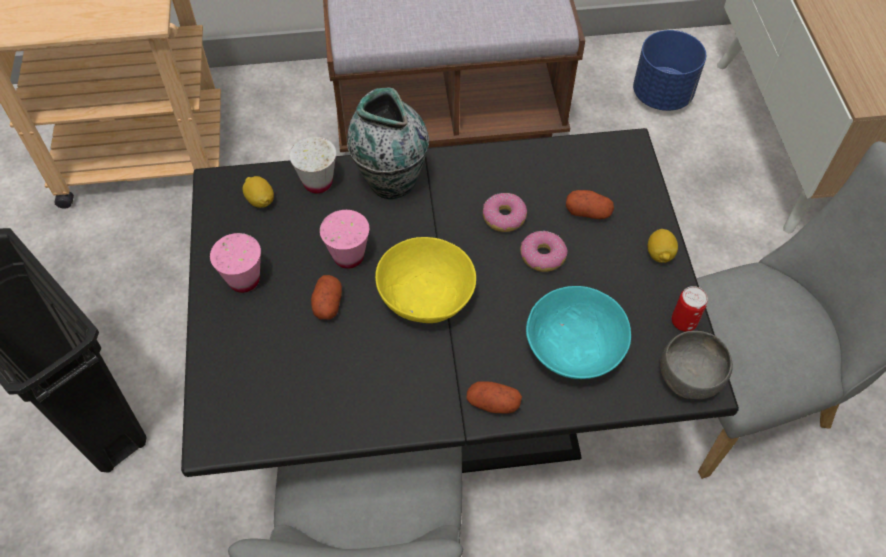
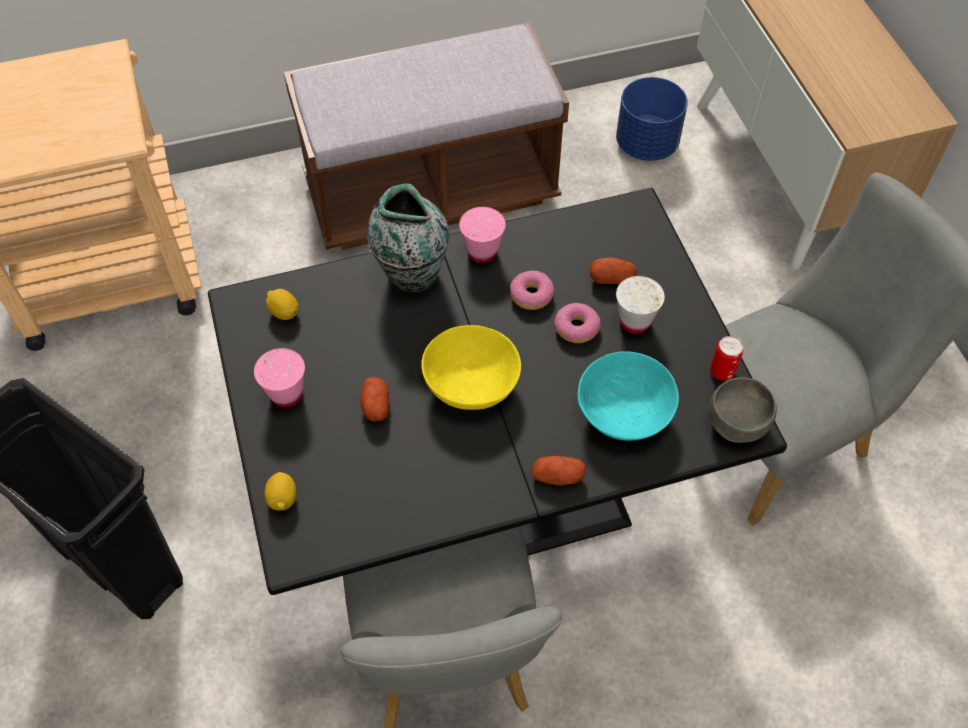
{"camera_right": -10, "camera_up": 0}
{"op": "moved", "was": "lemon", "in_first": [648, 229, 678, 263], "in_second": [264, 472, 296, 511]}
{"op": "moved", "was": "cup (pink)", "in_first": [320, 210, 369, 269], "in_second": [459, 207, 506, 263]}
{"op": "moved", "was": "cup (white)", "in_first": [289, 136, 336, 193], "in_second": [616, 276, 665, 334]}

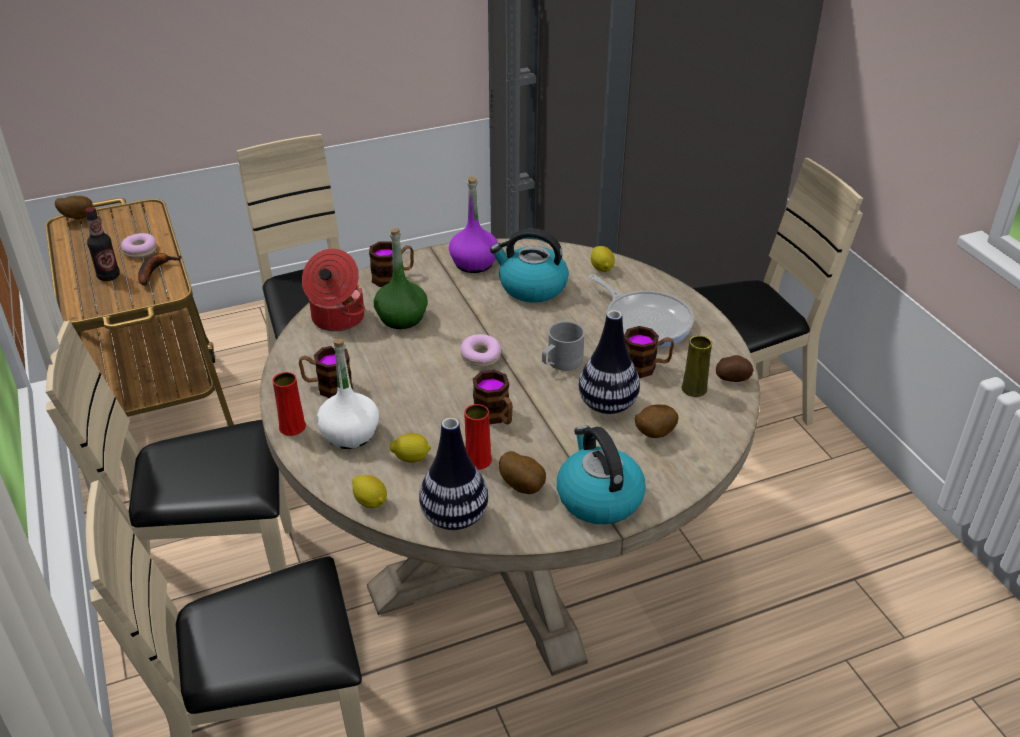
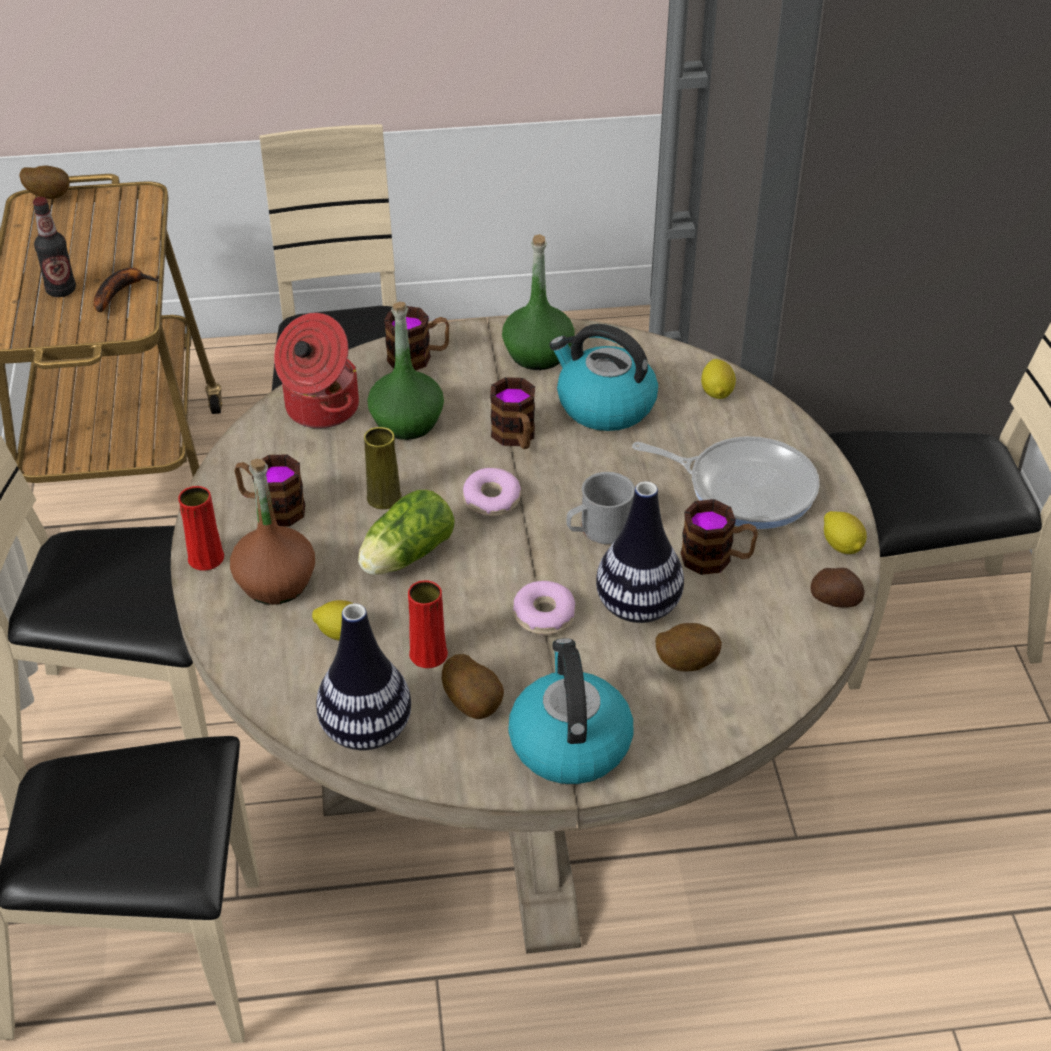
{"camera_right": 15, "camera_up": 5}
{"op": "recoloured", "was": "bottle (white)", "now": "bottle (brown)", "in_first": [317, 339, 379, 449], "in_second": [230, 459, 315, 605]}
{"op": "added", "now": "lettuce", "in_second": [358, 490, 455, 575]}
{"op": "moved", "was": "vase (yellow)", "in_first": [682, 335, 712, 397], "in_second": [364, 427, 401, 509]}
{"op": "moved", "was": "mug", "in_first": [473, 370, 513, 425], "in_second": [490, 377, 535, 449]}
{"op": "recoloured", "was": "bottle (purple)", "now": "bottle (green)", "in_first": [449, 176, 498, 273], "in_second": [502, 234, 575, 370]}
{"op": "moved", "was": "donut", "in_first": [121, 233, 157, 258], "in_second": [513, 581, 575, 635]}
{"op": "turned", "was": "frying pan", "in_first": [589, 274, 694, 348], "in_second": [632, 436, 820, 529], "clockwise": -45}
{"op": "moved", "was": "lemon", "in_first": [352, 475, 387, 508], "in_second": [824, 511, 867, 554]}

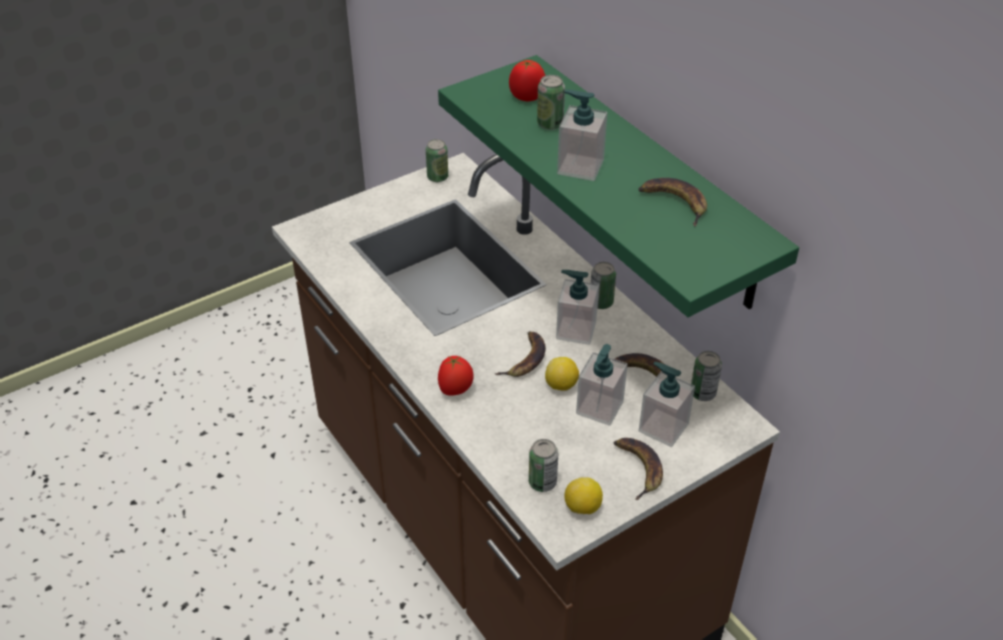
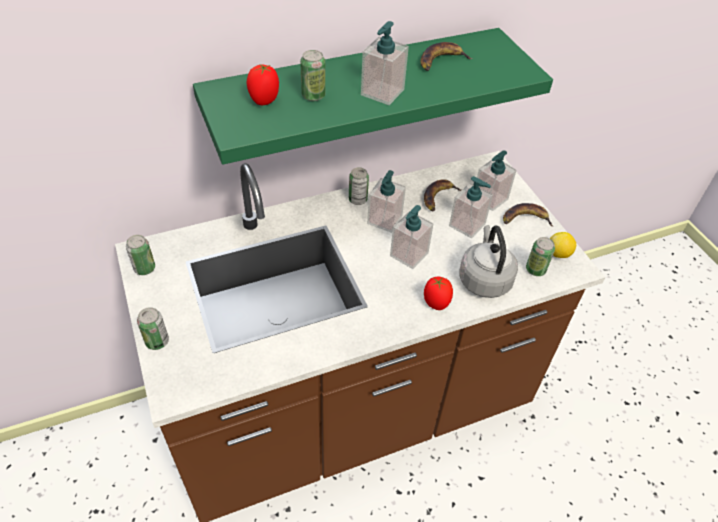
{"camera_right": -80, "camera_up": 5}
{"op": "moved", "was": "can", "in_first": [691, 351, 722, 401], "in_second": [137, 307, 169, 350]}
{"op": "replaced", "was": "banana", "now": "soap dispenser", "in_first": [495, 331, 546, 377], "in_second": [390, 205, 433, 269]}
{"op": "added", "now": "kettle (grey)", "in_second": [459, 225, 518, 298]}
{"op": "removed", "was": "lemon", "in_first": [545, 357, 579, 391]}

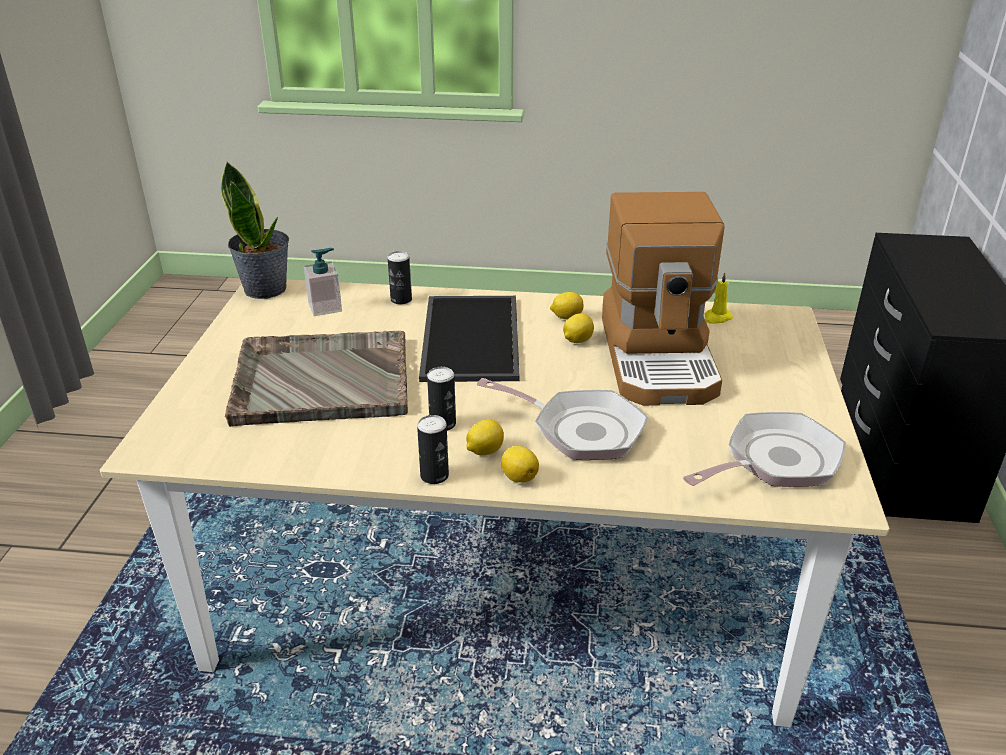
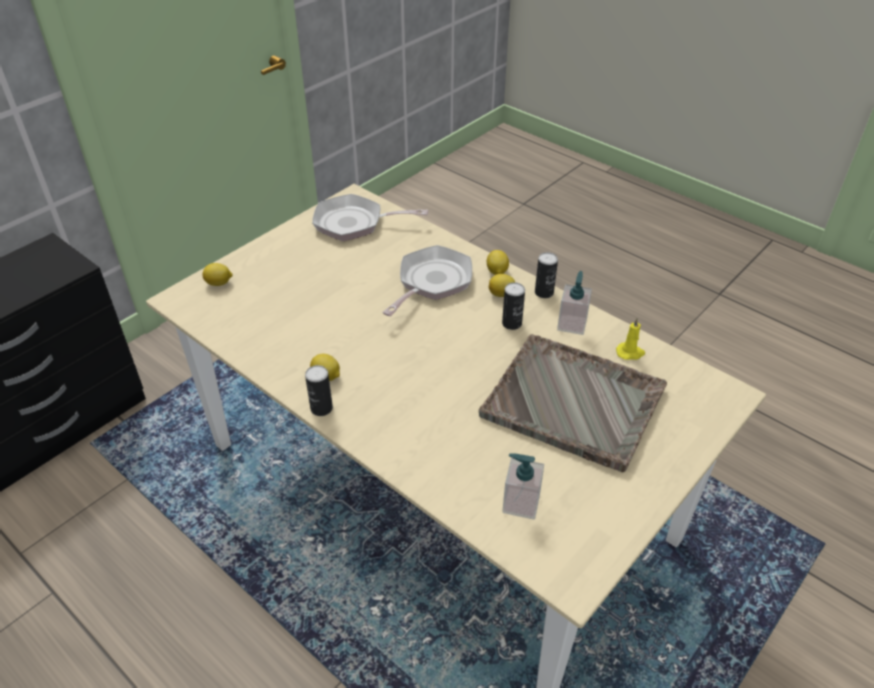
{"camera_right": -145, "camera_up": 10}
{"op": "moved", "was": "lemon", "in_first": [563, 313, 594, 343], "in_second": [203, 263, 233, 286]}
{"op": "moved", "was": "can", "in_first": [388, 251, 412, 304], "in_second": [305, 365, 333, 416]}
{"op": "turned", "was": "frying pan", "in_first": [477, 378, 648, 460], "in_second": [382, 245, 472, 316], "clockwise": 60}
{"op": "added", "now": "soap dispenser", "in_second": [557, 271, 592, 335]}
{"op": "moved", "was": "candle (yellow)", "in_first": [705, 272, 733, 324], "in_second": [616, 317, 645, 360]}
{"op": "removed", "was": "potted plant", "in_first": [221, 162, 289, 299]}
{"op": "removed", "was": "tray", "in_first": [419, 296, 519, 382]}
{"op": "removed", "was": "coffee machine", "in_first": [602, 192, 725, 406]}

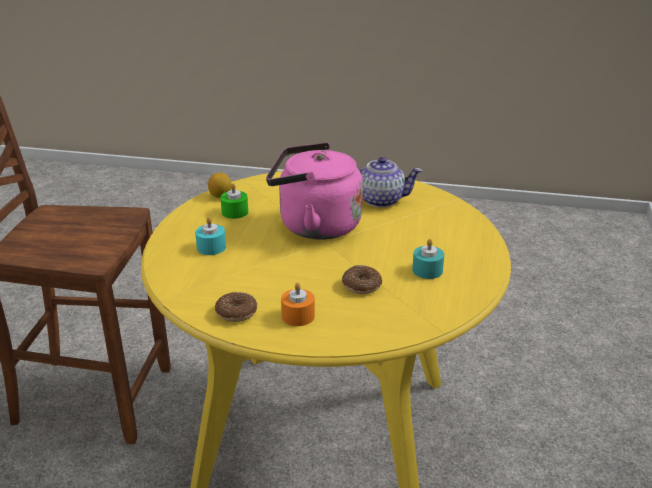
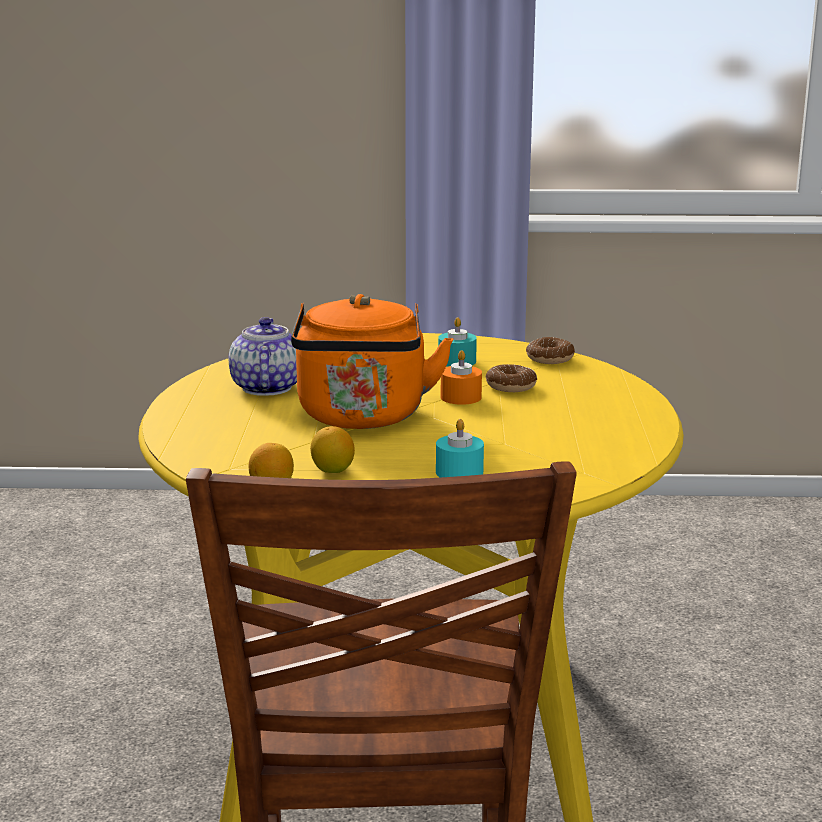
{"camera_right": -100, "camera_up": -10}
{"op": "recoloured", "was": "kettle (pink)", "now": "kettle (orange)", "in_first": [266, 142, 363, 240], "in_second": [291, 294, 453, 429]}
{"op": "replaced", "was": "candle (green)", "now": "lemon", "in_first": [221, 183, 248, 219], "in_second": [310, 426, 355, 473]}
{"op": "moved", "was": "candle (orange)", "in_first": [281, 282, 315, 326], "in_second": [441, 350, 482, 405]}
{"op": "moved", "was": "donut", "in_first": [215, 292, 257, 322], "in_second": [526, 337, 575, 364]}

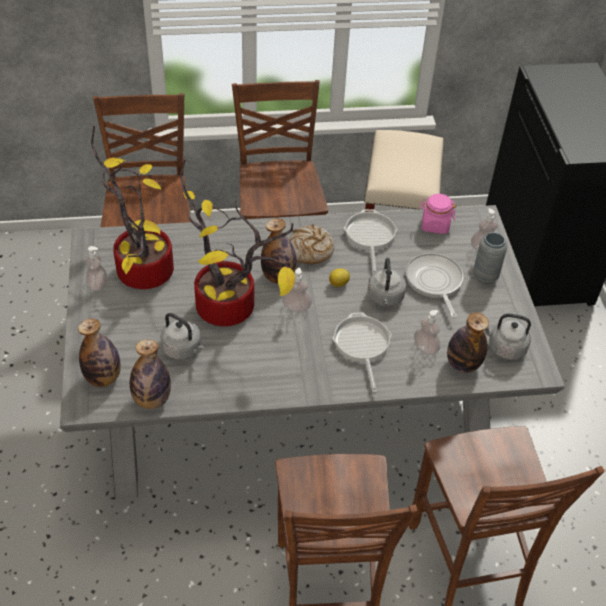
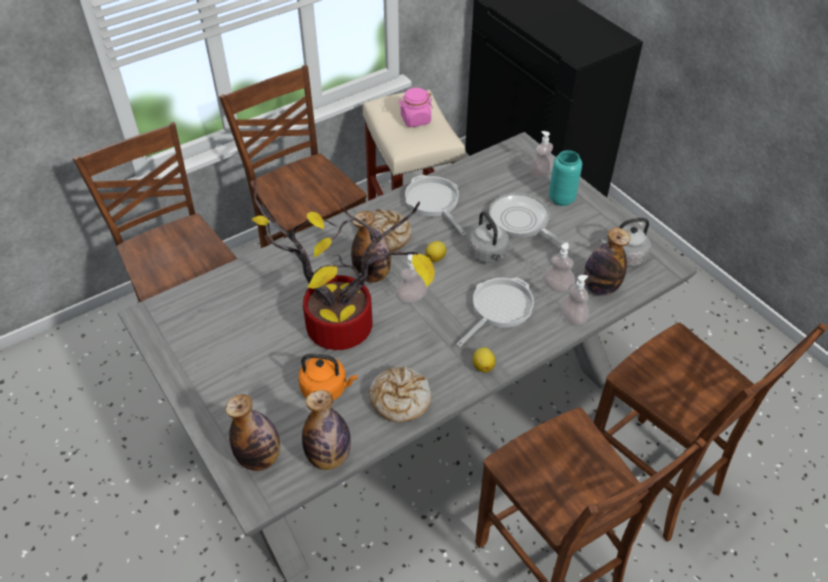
{"camera_right": -25, "camera_up": 0}
{"op": "recoloured", "was": "kettle (grey)", "now": "kettle (orange)", "in_first": [160, 313, 205, 360], "in_second": [298, 354, 357, 401]}
{"op": "added", "now": "bread", "in_second": [369, 365, 432, 422]}
{"op": "moved", "was": "jar (pink)", "in_first": [420, 194, 456, 234], "in_second": [398, 88, 433, 127]}
{"op": "turned", "was": "frying pan", "in_first": [333, 313, 392, 393], "in_second": [456, 278, 534, 348], "clockwise": 75}
{"op": "added", "now": "lemon", "in_second": [473, 347, 496, 372]}
{"op": "recoloured", "was": "vase (grey)", "now": "vase (turquoise)", "in_first": [473, 232, 507, 284], "in_second": [549, 150, 582, 206]}
{"op": "moved", "was": "soap dispenser", "in_first": [86, 246, 107, 291], "in_second": [561, 275, 589, 325]}
{"op": "removed", "was": "potted plant", "in_first": [91, 126, 174, 289]}

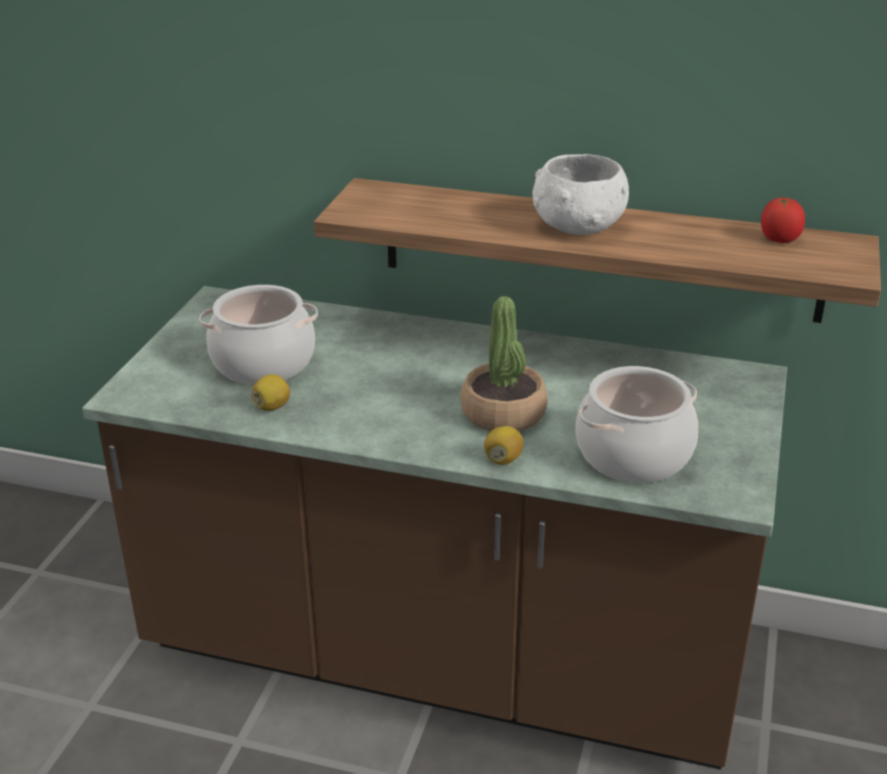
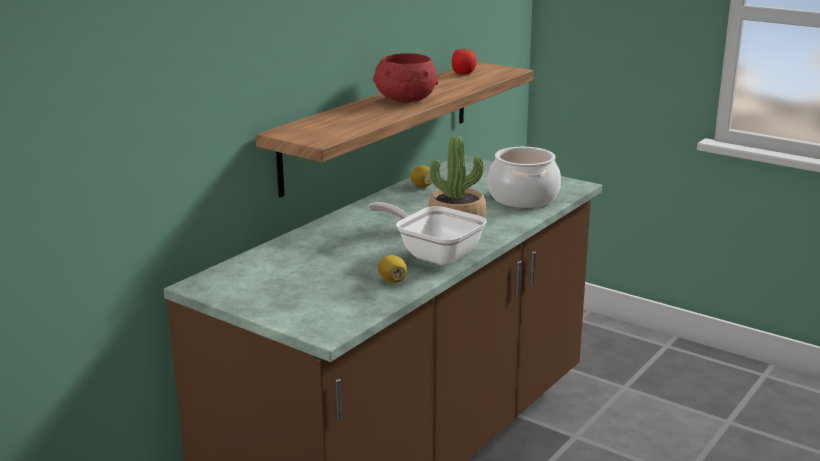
{"camera_right": -70, "camera_up": -10}
{"op": "added", "now": "frying pan", "in_second": [368, 202, 487, 266]}
{"op": "recoloured", "was": "bowl (white)", "now": "bowl (red)", "in_first": [532, 154, 629, 235], "in_second": [373, 53, 438, 103]}
{"op": "moved", "was": "lemon", "in_first": [484, 426, 524, 465], "in_second": [410, 165, 432, 187]}
{"op": "removed", "was": "cooking pot", "in_first": [199, 285, 318, 385]}

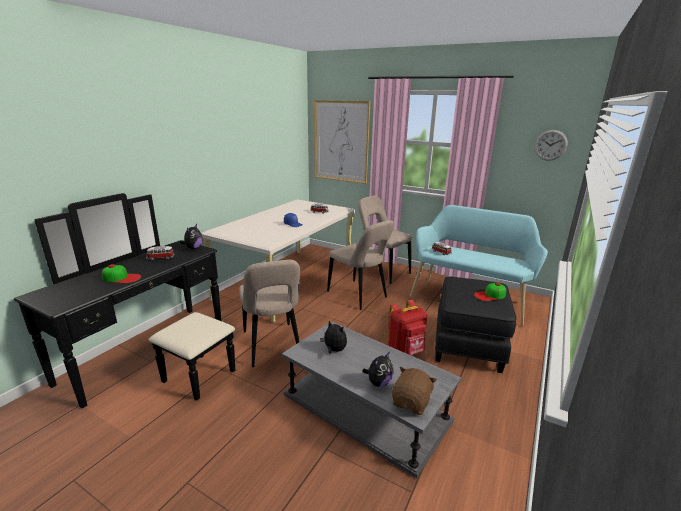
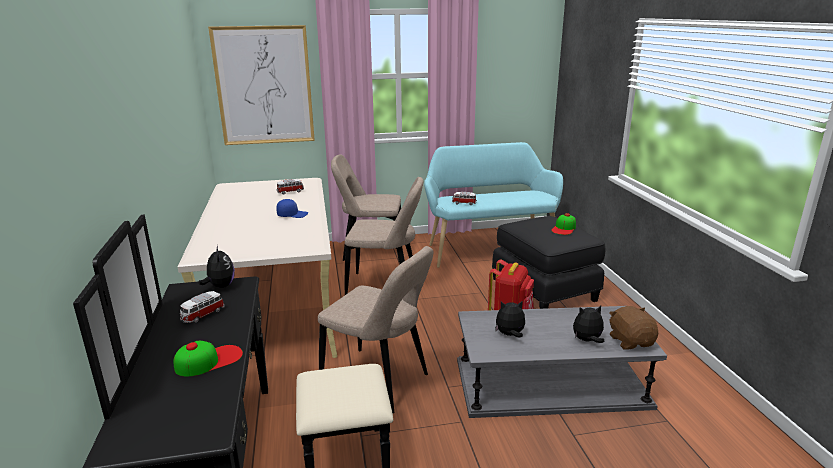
{"camera_right": -40, "camera_up": 0}
{"op": "turned", "was": "plush toy", "in_first": [363, 352, 394, 387], "in_second": [573, 306, 604, 343], "clockwise": -105}
{"op": "removed", "was": "wall clock", "in_first": [534, 130, 568, 161]}

